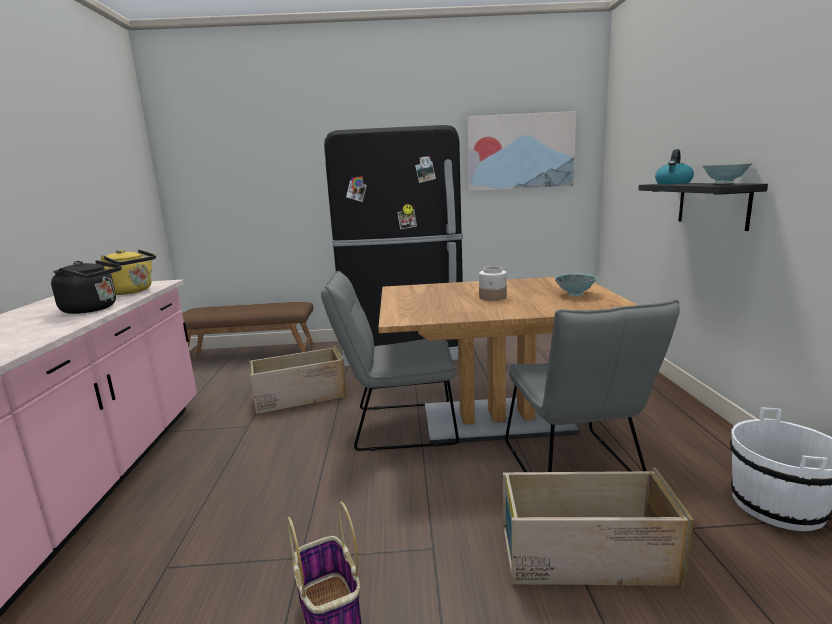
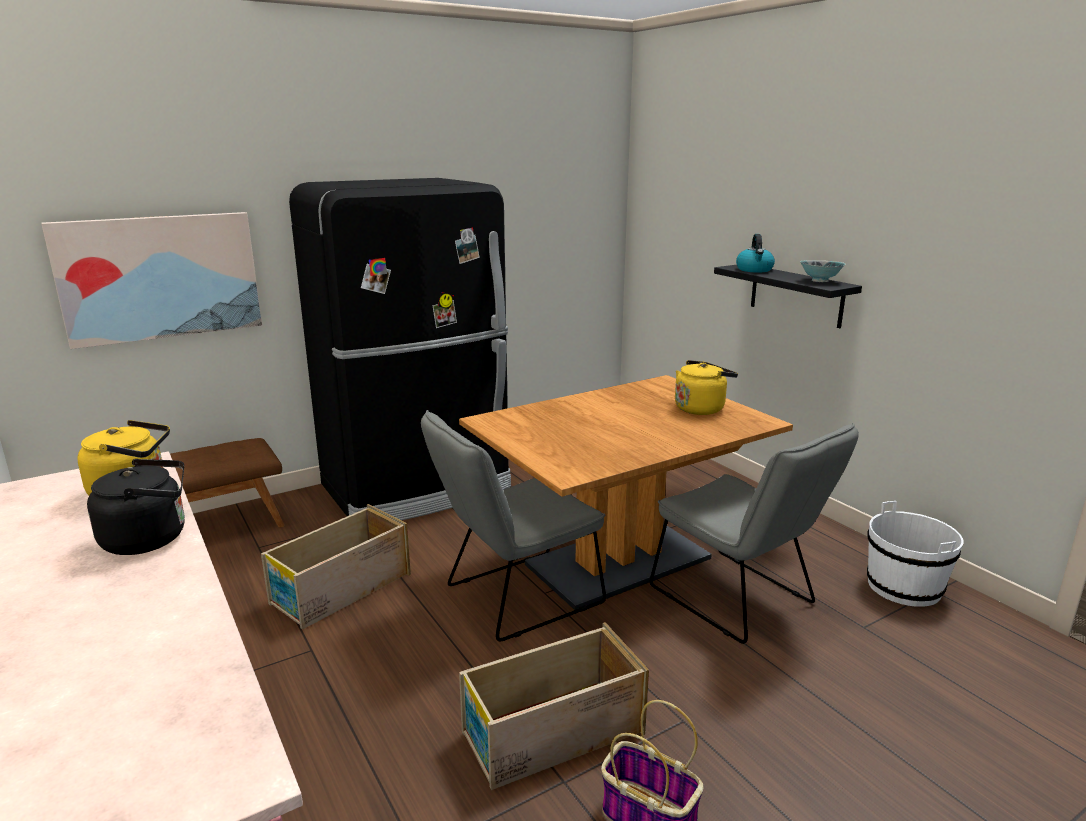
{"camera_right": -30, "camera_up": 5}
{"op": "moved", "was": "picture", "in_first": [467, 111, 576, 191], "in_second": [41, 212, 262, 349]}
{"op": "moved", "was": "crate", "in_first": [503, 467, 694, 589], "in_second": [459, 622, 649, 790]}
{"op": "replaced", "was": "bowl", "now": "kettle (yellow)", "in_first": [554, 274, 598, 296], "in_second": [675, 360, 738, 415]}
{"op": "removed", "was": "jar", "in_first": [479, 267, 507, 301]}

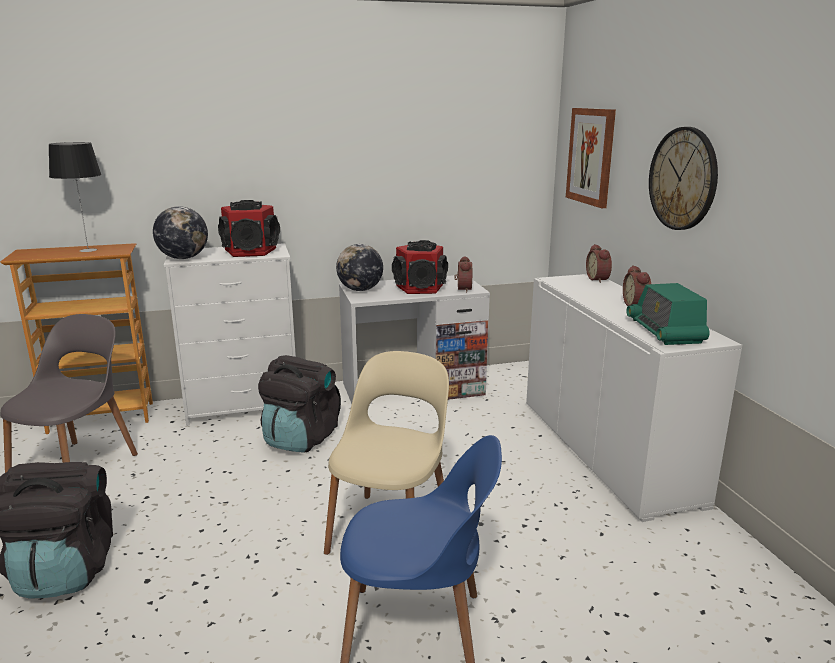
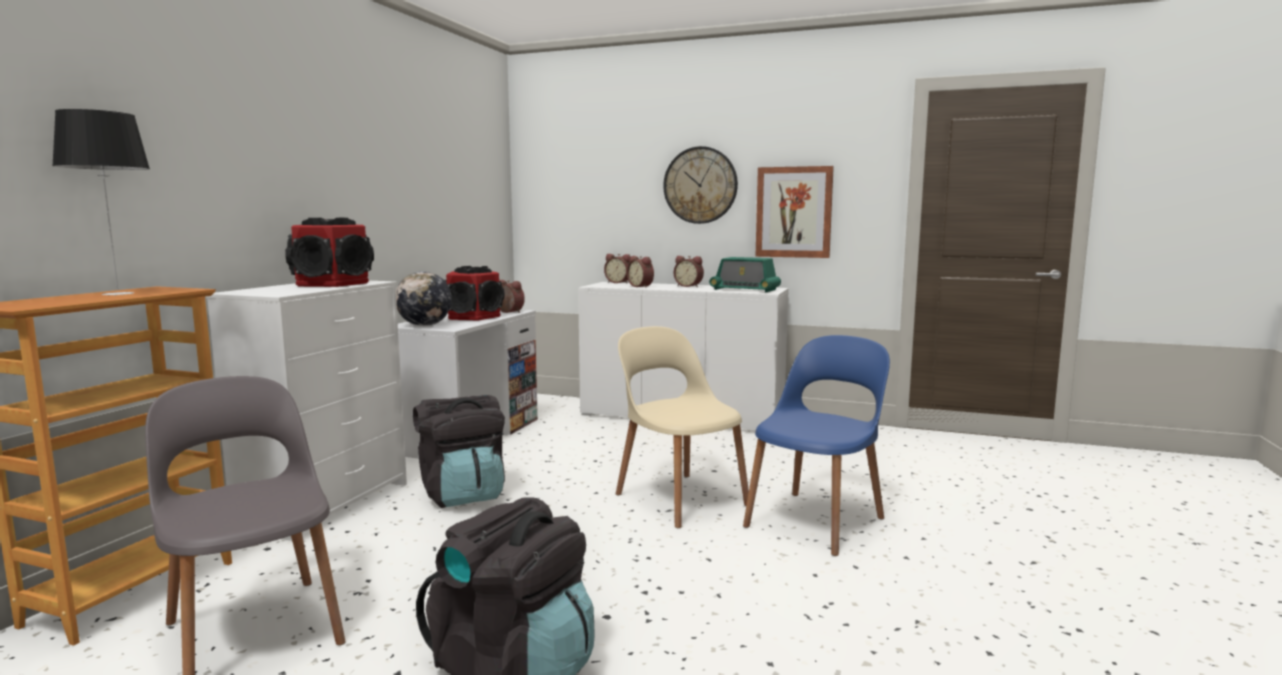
{"camera_right": -55, "camera_up": -10}
{"op": "added", "now": "alarm clock", "in_second": [627, 256, 654, 288]}
{"op": "moved", "was": "picture", "in_first": [566, 108, 616, 208], "in_second": [755, 166, 834, 258]}
{"op": "removed", "was": "globe", "in_first": [153, 206, 208, 259]}

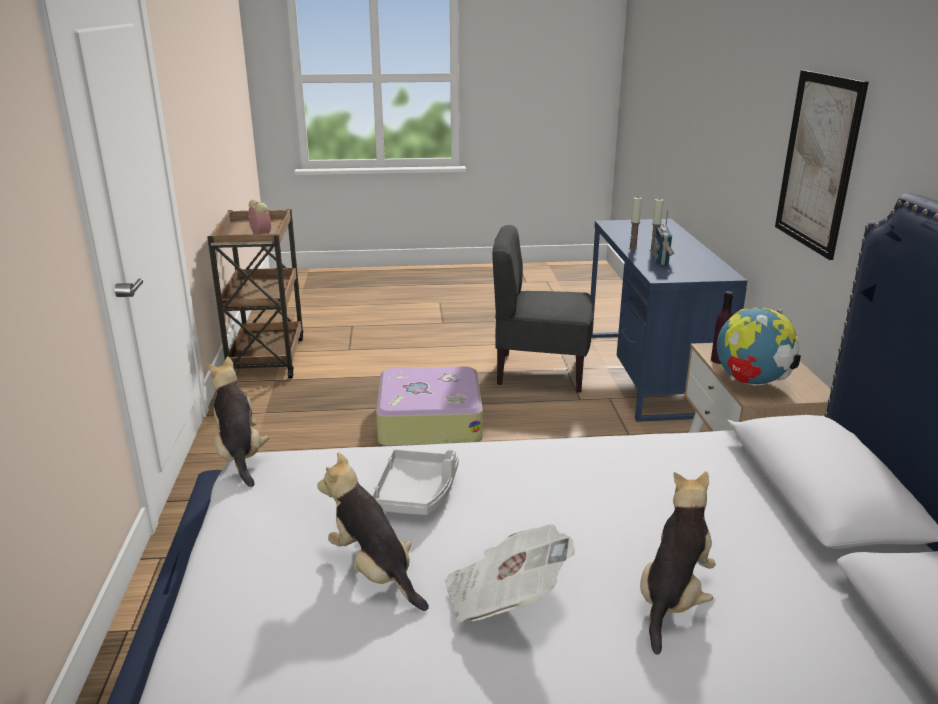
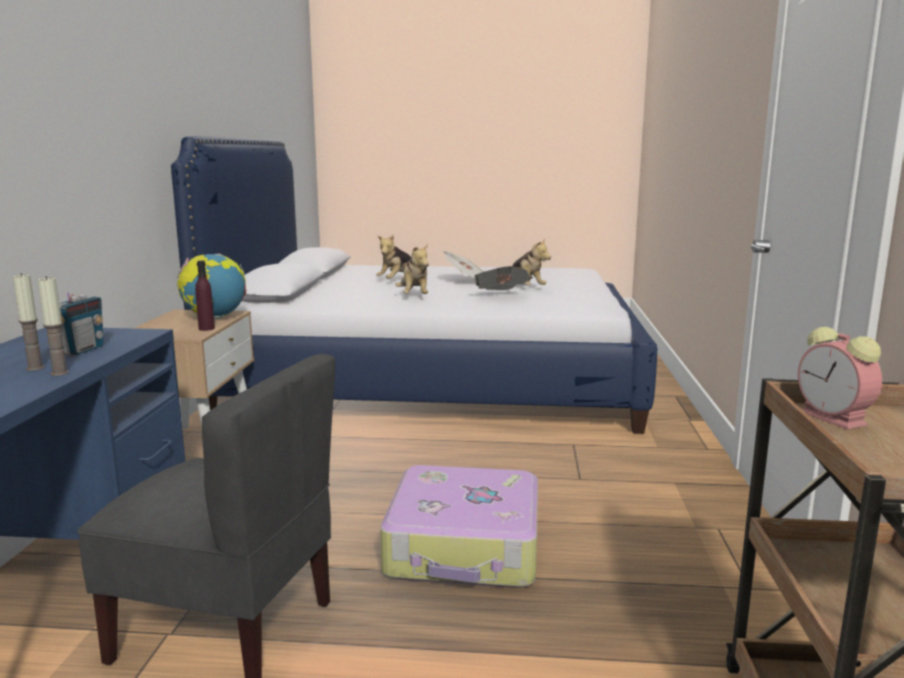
{"camera_right": -170, "camera_up": -10}
{"op": "moved", "was": "plush toy", "in_first": [207, 356, 269, 487], "in_second": [396, 244, 429, 294]}
{"op": "replaced", "was": "tray (grey)", "now": "newspaper", "in_first": [372, 449, 459, 515], "in_second": [474, 266, 531, 290]}
{"op": "removed", "was": "picture", "in_first": [775, 70, 869, 260]}

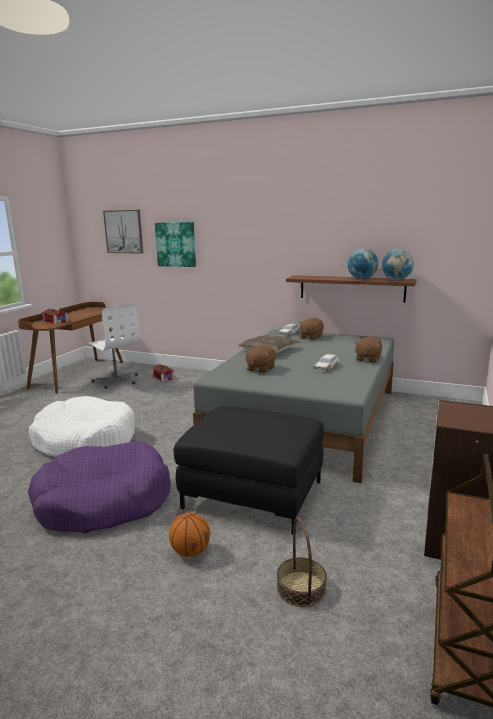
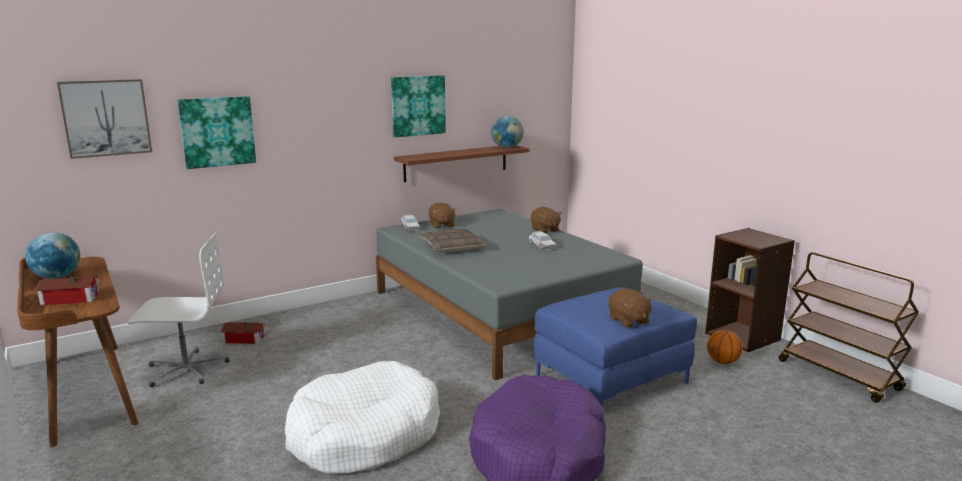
{"camera_right": -55, "camera_up": 0}
{"op": "moved", "was": "globe", "in_first": [347, 249, 378, 279], "in_second": [25, 232, 80, 279]}
{"op": "added", "now": "picture", "in_second": [391, 75, 446, 137]}
{"op": "recoloured", "was": "ottoman (black)", "now": "ottoman (blue)", "in_first": [173, 406, 324, 535], "in_second": [534, 287, 697, 406]}
{"op": "moved", "was": "plush toy (brown)", "in_first": [244, 345, 276, 373], "in_second": [608, 288, 653, 328]}
{"op": "moved", "was": "basketball", "in_first": [169, 512, 210, 557], "in_second": [707, 330, 742, 364]}
{"op": "removed", "was": "basket", "in_first": [277, 518, 327, 607]}

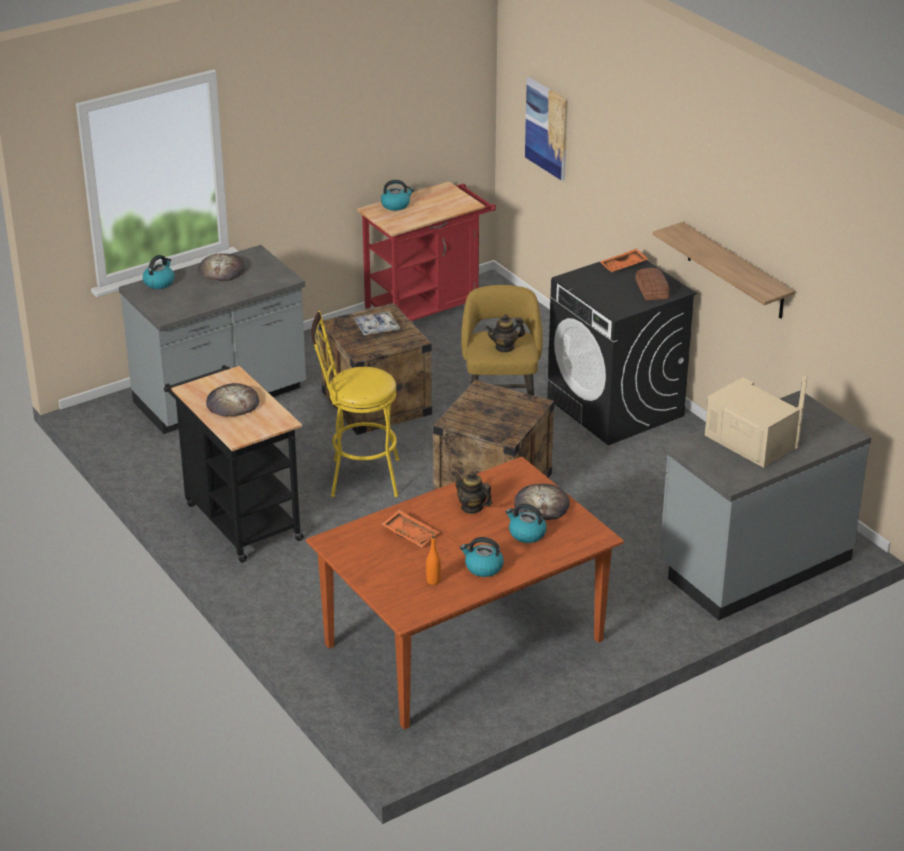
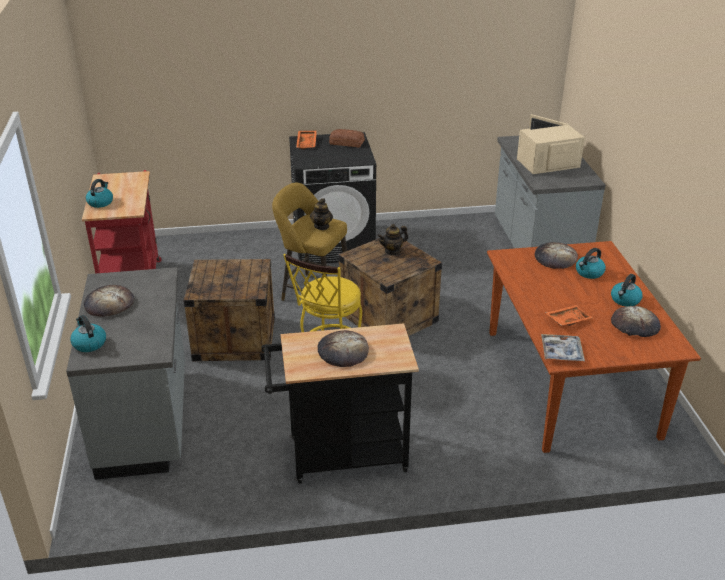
{"camera_right": -65, "camera_up": 0}
{"op": "moved", "was": "teapot", "in_first": [454, 471, 492, 514], "in_second": [378, 224, 408, 255]}
{"op": "moved", "was": "tray", "in_first": [354, 311, 400, 335], "in_second": [541, 334, 585, 361]}
{"op": "replaced", "was": "bottle (orange)", "now": "bread", "in_first": [426, 536, 441, 585], "in_second": [611, 306, 661, 337]}
{"op": "removed", "was": "picture", "in_first": [525, 77, 568, 181]}
{"op": "removed", "was": "shelf", "in_first": [653, 222, 795, 319]}

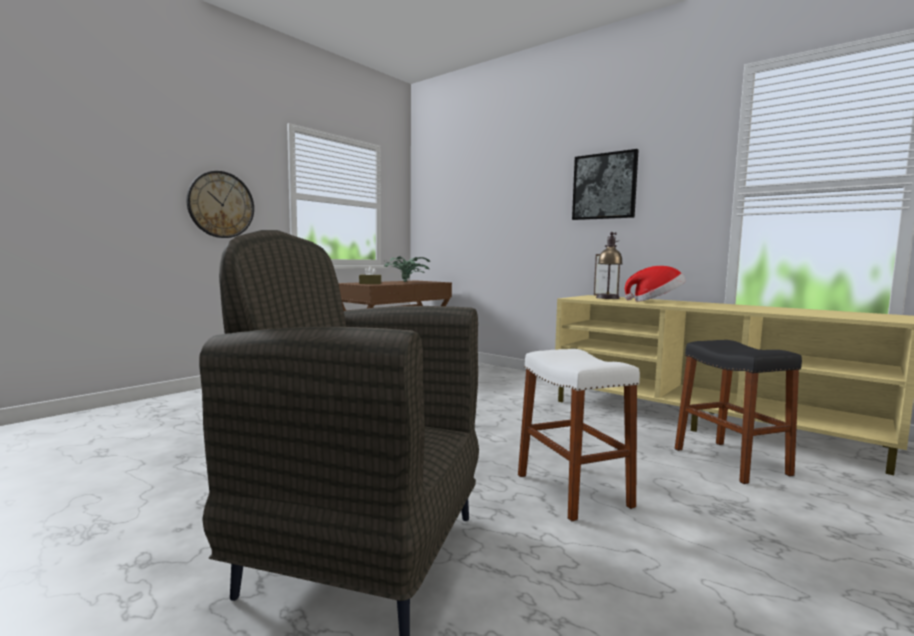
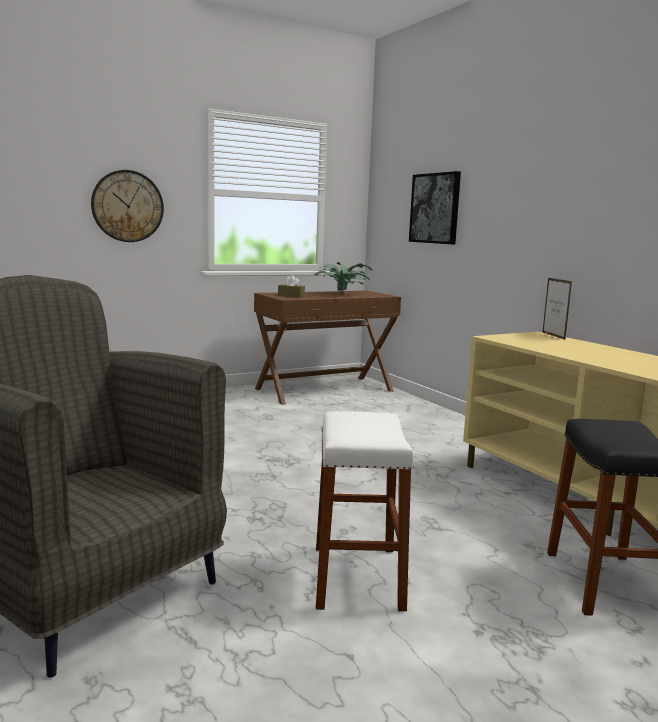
{"camera_right": 20, "camera_up": 5}
{"op": "moved", "was": "picture", "in_first": [572, 149, 639, 220], "in_second": [409, 171, 461, 244]}
{"op": "removed", "was": "table lamp", "in_first": [596, 232, 622, 299]}
{"op": "removed", "was": "hat", "in_first": [625, 266, 686, 302]}

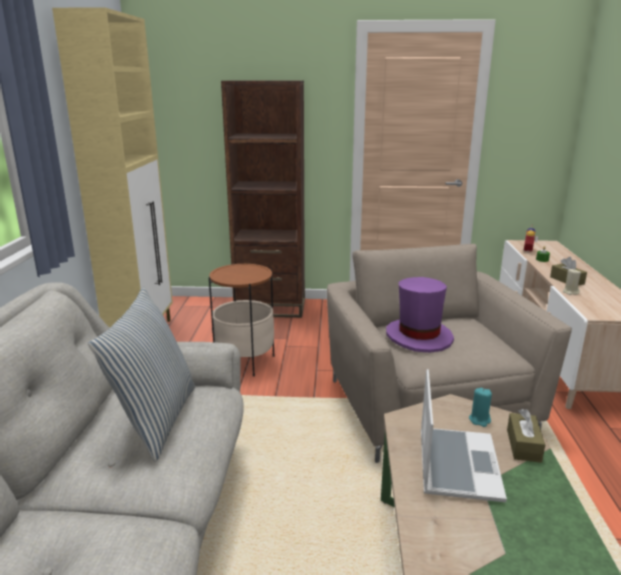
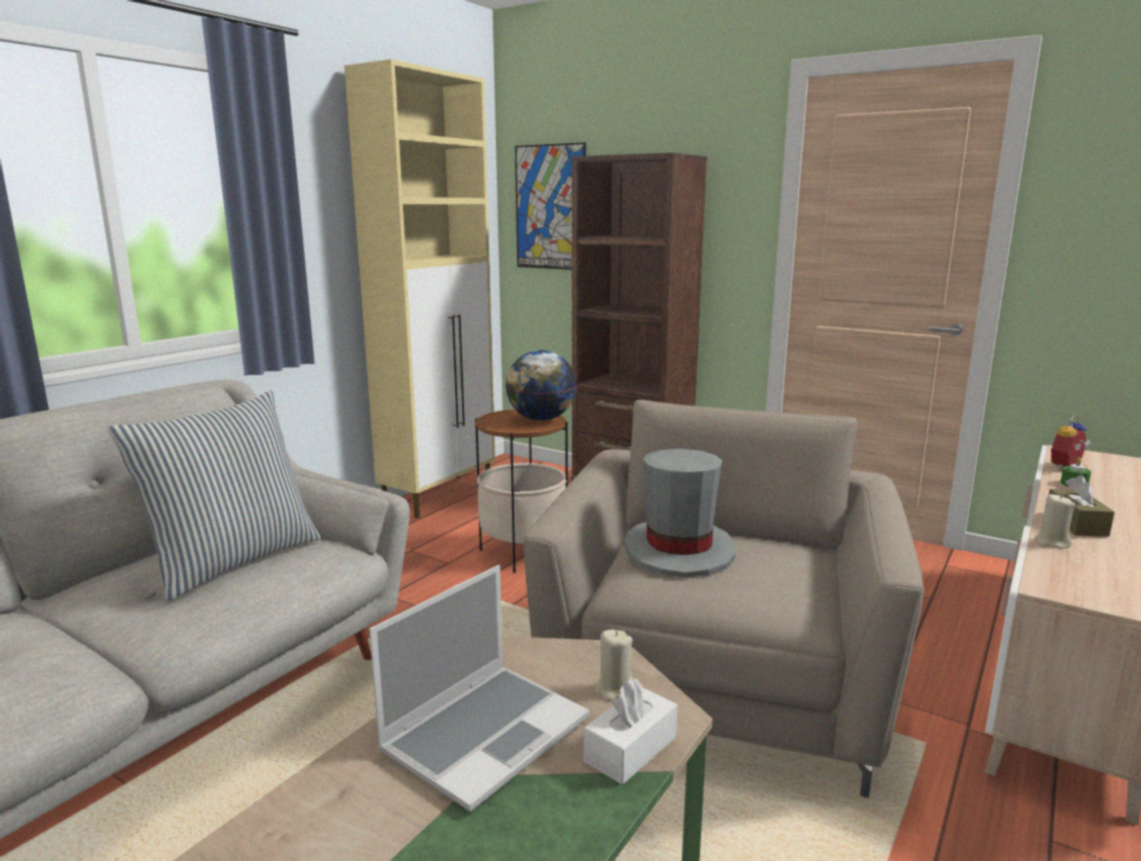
{"camera_right": 30, "camera_up": -5}
{"op": "added", "now": "globe", "in_second": [505, 350, 577, 421]}
{"op": "added", "now": "picture", "in_second": [515, 142, 586, 270]}
{"op": "recoloured", "was": "tissue box (brown)", "now": "tissue box (white)", "in_first": [507, 409, 545, 463], "in_second": [584, 679, 677, 784]}
{"op": "recoloured", "was": "candle (turquoise)", "now": "candle (beige)", "in_first": [469, 388, 492, 427], "in_second": [595, 629, 634, 701]}
{"op": "recoloured", "was": "hat (purple)", "now": "hat (grey)", "in_first": [386, 277, 454, 353], "in_second": [624, 449, 735, 577]}

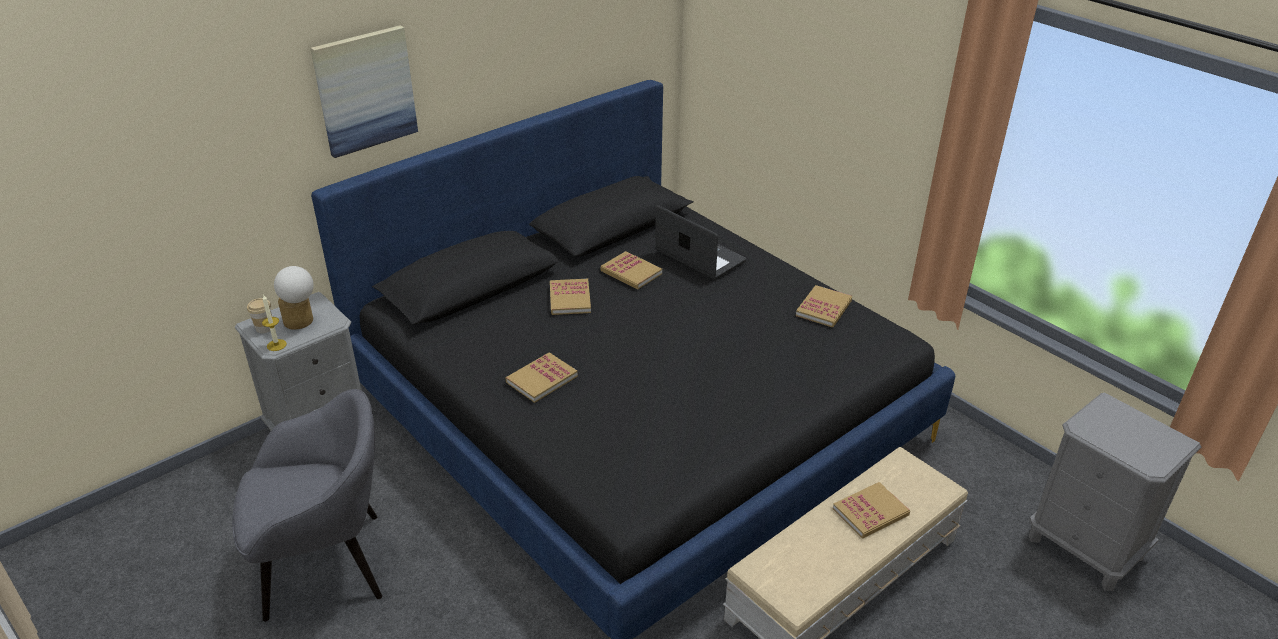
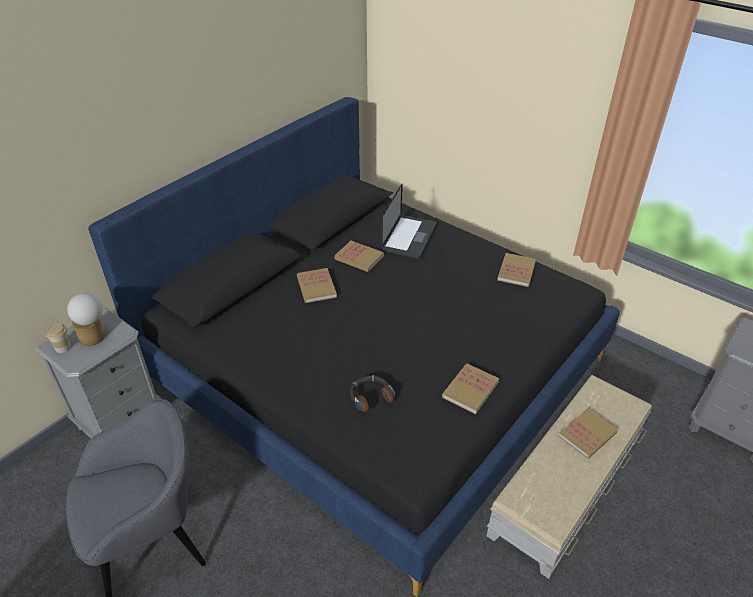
{"camera_right": -10, "camera_up": 5}
{"op": "added", "now": "headphones", "in_second": [350, 375, 396, 412]}
{"op": "turned", "was": "laptop", "in_first": [655, 205, 746, 280], "in_second": [381, 184, 437, 259], "clockwise": 75}
{"op": "moved", "was": "book", "in_first": [505, 352, 578, 403], "in_second": [442, 364, 499, 414]}
{"op": "removed", "was": "candle", "in_first": [262, 294, 287, 351]}
{"op": "removed", "was": "picture", "in_first": [310, 25, 418, 158]}

